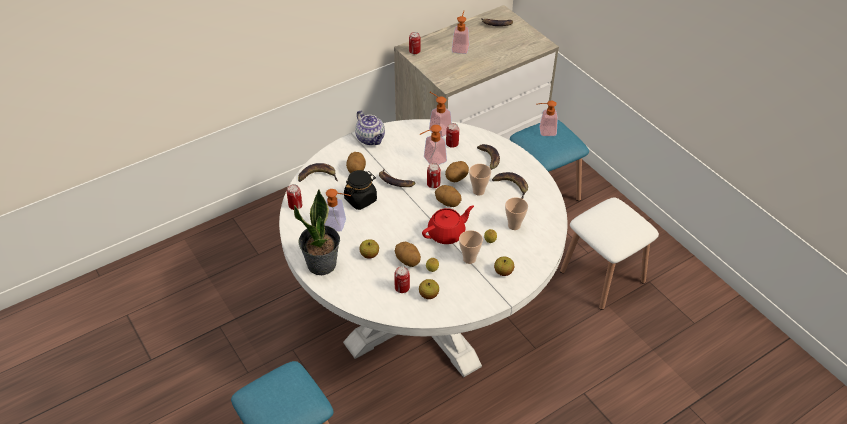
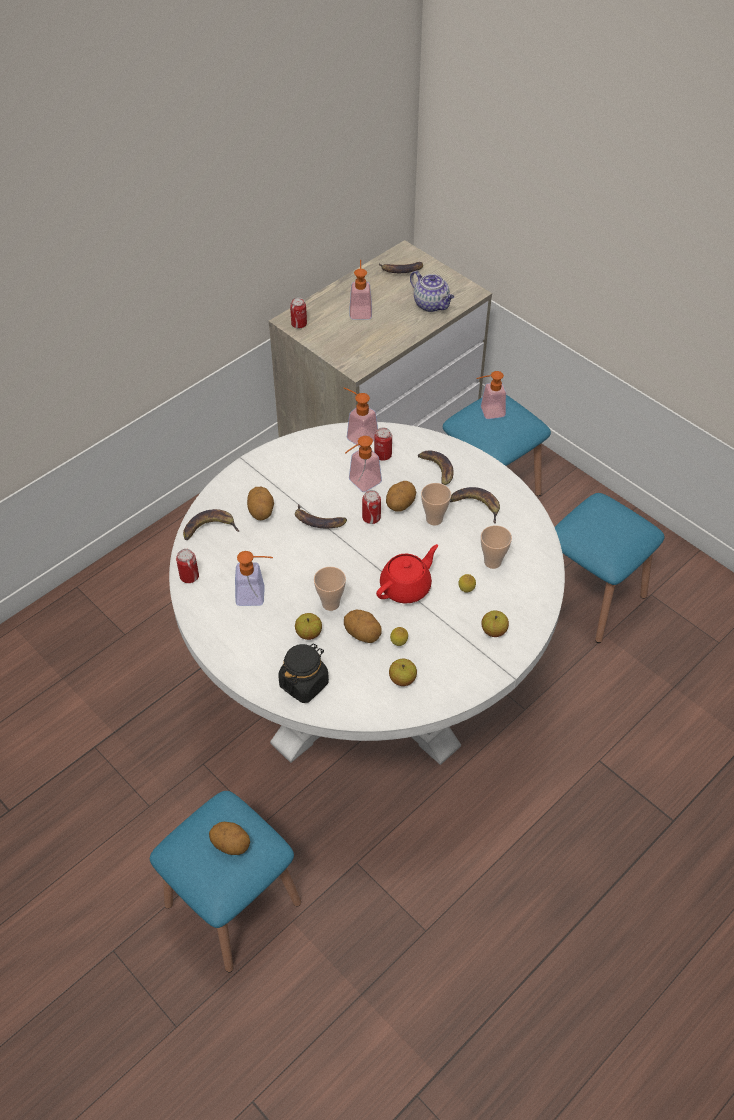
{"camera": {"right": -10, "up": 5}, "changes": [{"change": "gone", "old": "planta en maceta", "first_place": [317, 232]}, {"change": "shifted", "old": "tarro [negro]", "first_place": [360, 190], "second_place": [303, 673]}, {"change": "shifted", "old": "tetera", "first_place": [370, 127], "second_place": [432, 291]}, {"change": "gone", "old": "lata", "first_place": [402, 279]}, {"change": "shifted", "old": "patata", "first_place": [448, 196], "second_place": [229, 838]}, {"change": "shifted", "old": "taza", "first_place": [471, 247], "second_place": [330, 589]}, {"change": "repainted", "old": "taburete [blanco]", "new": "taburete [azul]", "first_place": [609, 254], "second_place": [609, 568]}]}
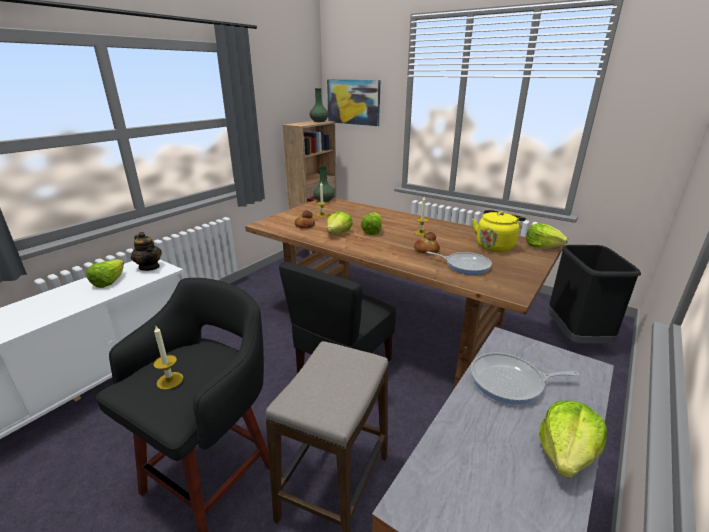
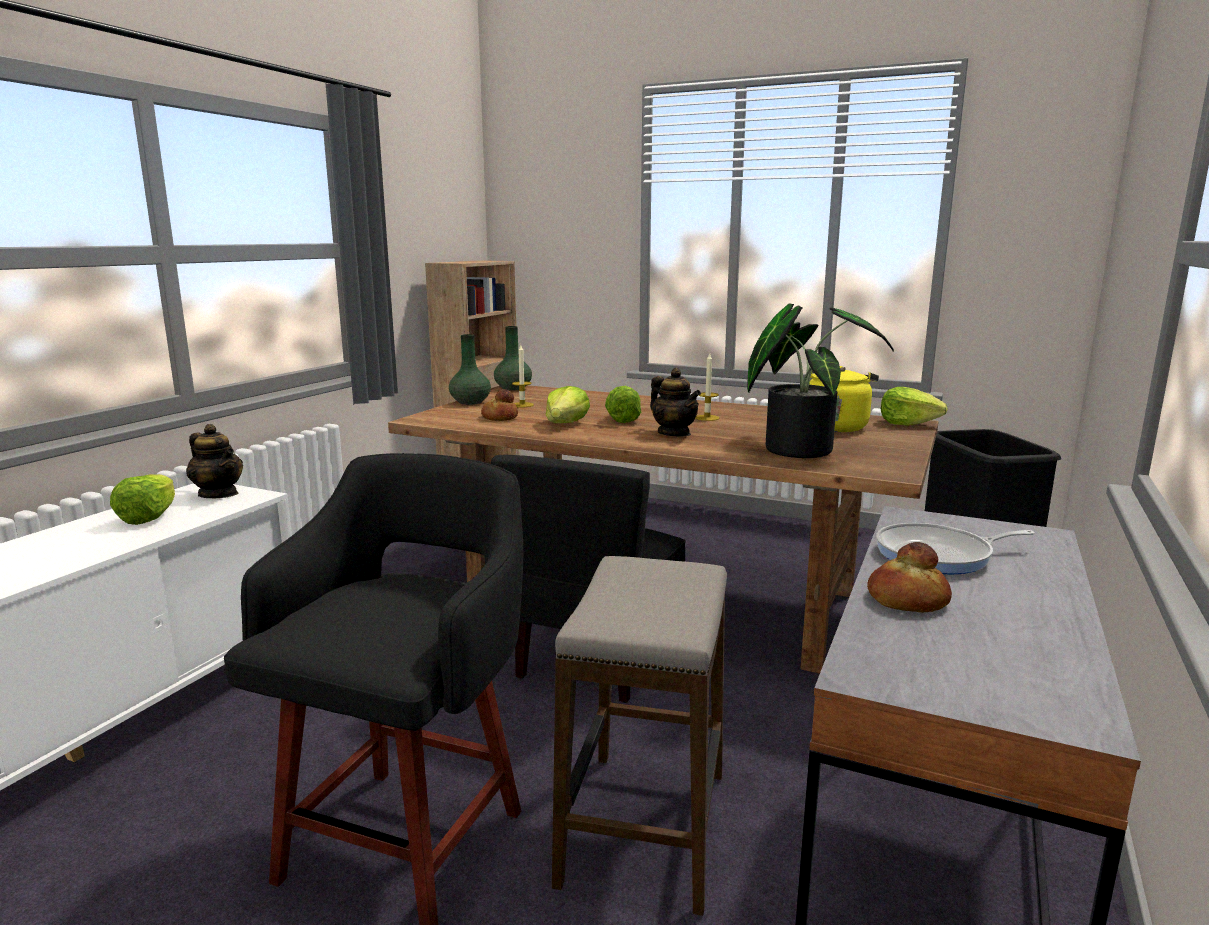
{"camera": {"right": -10, "up": -10}, "changes": [{"change": "gone", "old": "vela", "first_place": [168, 358]}, {"change": "shifted", "old": "florero [verde]", "first_place": [319, 105], "second_place": [470, 369]}, {"change": "gone", "old": "cuadro", "first_place": [353, 103]}, {"change": "shifted", "old": "pan", "first_place": [427, 243], "second_place": [909, 577]}, {"change": "swapped", "old": "sartén", "new": "planta en maceta", "first_place": [459, 263], "second_place": [820, 380]}, {"change": "gone", "old": "lechuga", "first_place": [573, 438]}, {"change": "new", "new": "tetera", "second_place": [675, 402]}]}
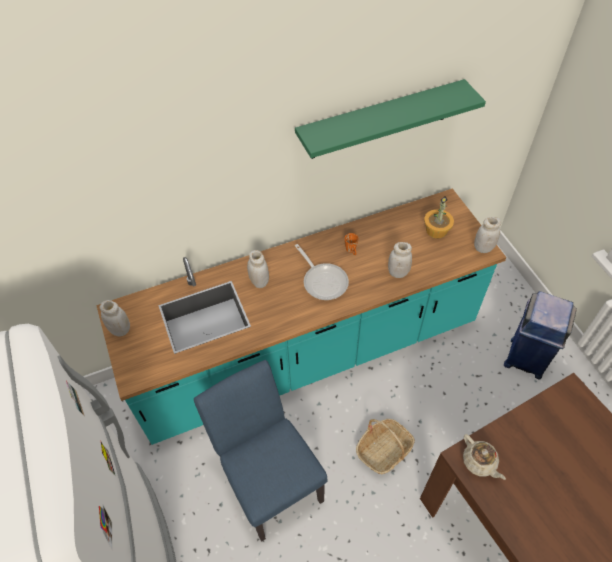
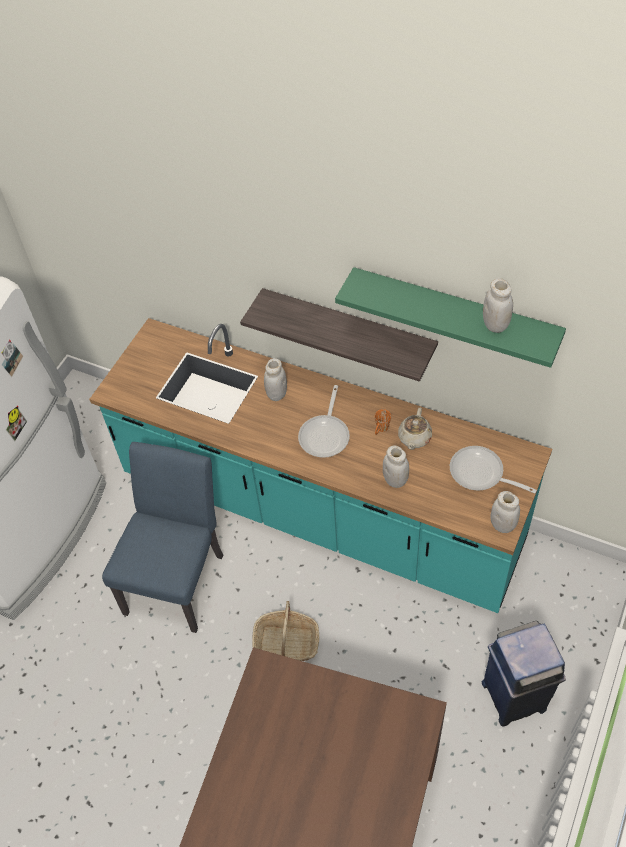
{"camera": {"right": 50, "up": 0}, "changes": [{"change": "shifted", "old": "tarro [blanco]", "first_place": [115, 318], "second_place": [498, 305]}, {"change": "swapped", "old": "planta en maceta", "new": "sartén", "first_place": [439, 217], "second_place": [493, 469]}, {"change": "shifted", "old": "tetera [beis]", "first_place": [484, 457], "second_place": [415, 429]}, {"change": "new", "new": "estante", "second_place": [339, 335]}]}
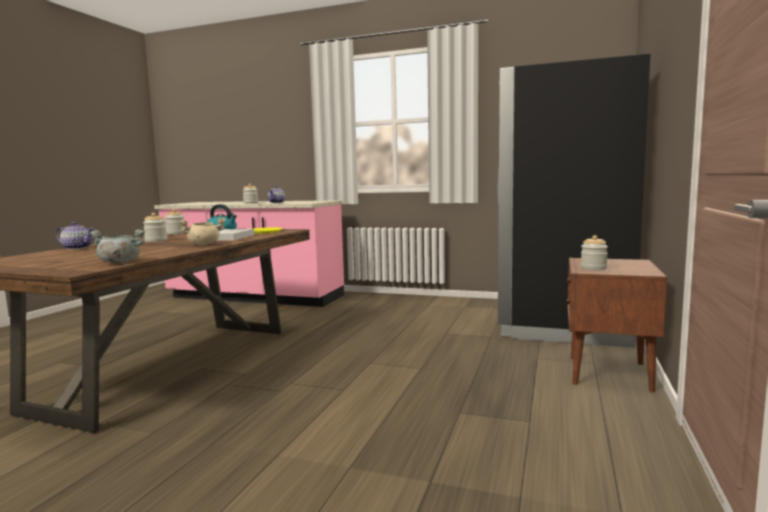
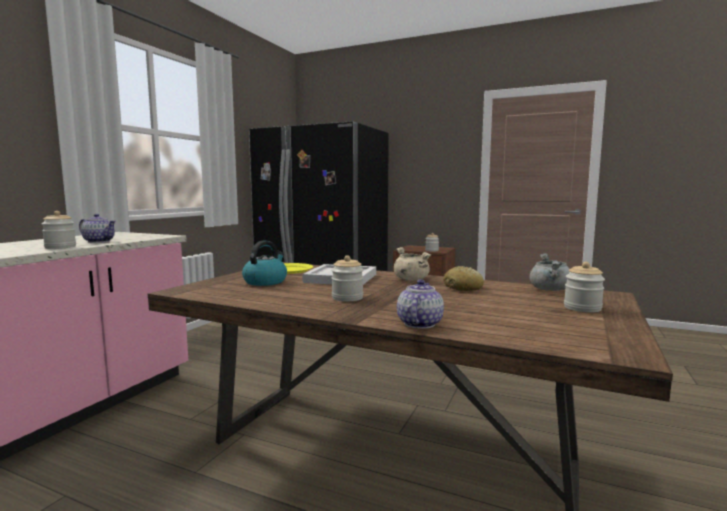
{"camera": {"right": -85, "up": 0}, "changes": [{"change": "shifted", "old": "tarro", "first_place": [174, 222], "second_place": [584, 287]}, {"change": "new", "new": "pan", "second_place": [463, 278]}]}
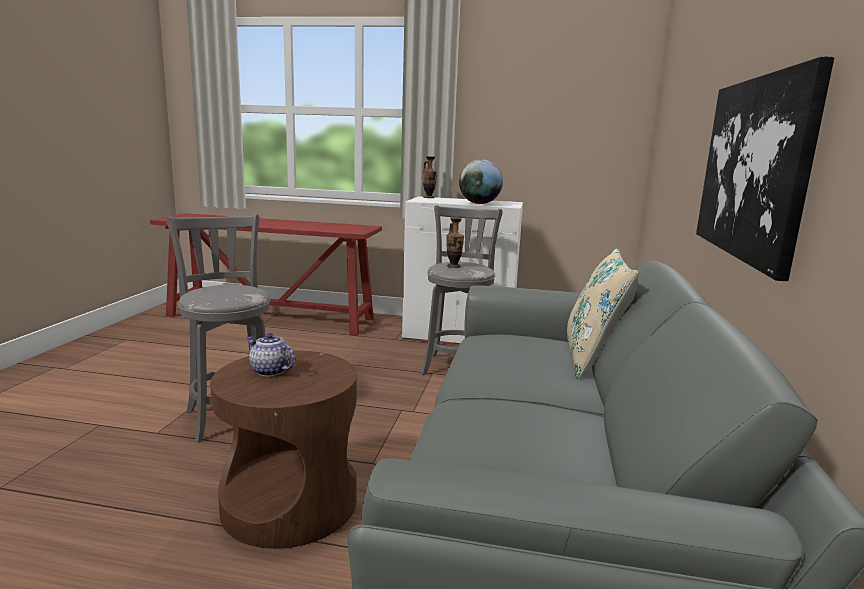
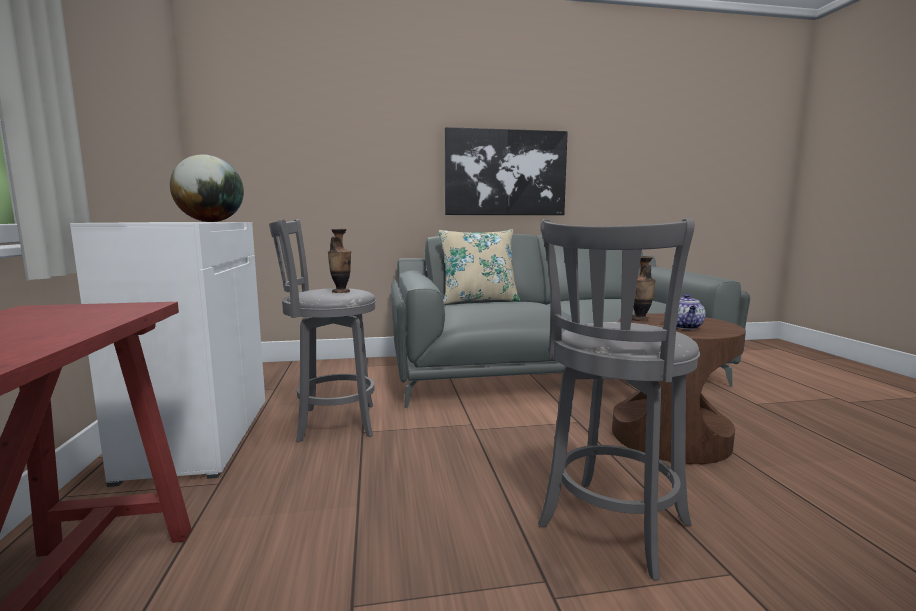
{"camera": {"right": -110, "up": -5}, "changes": [{"change": "shifted", "old": "florero", "first_place": [430, 177], "second_place": [643, 288]}]}
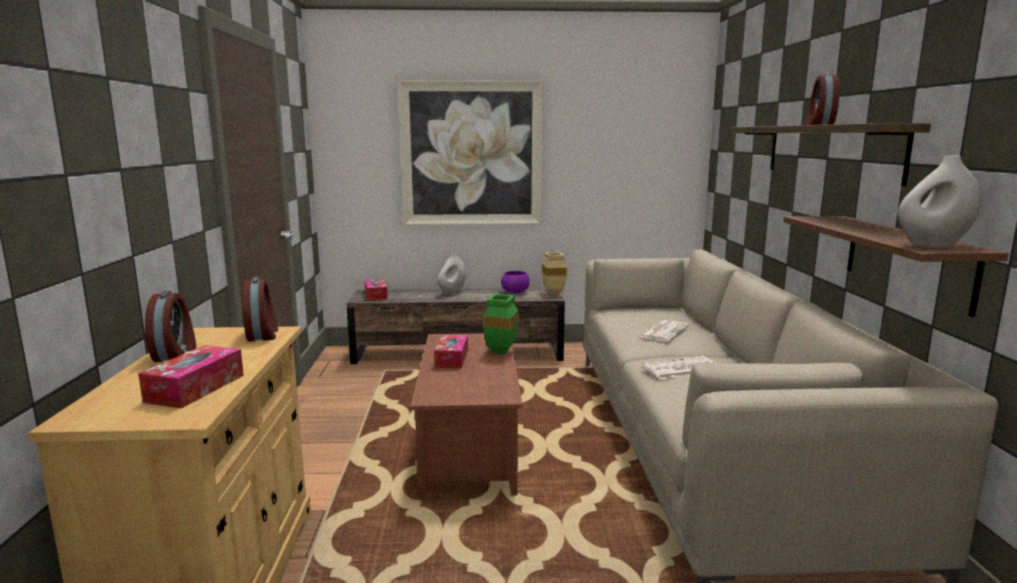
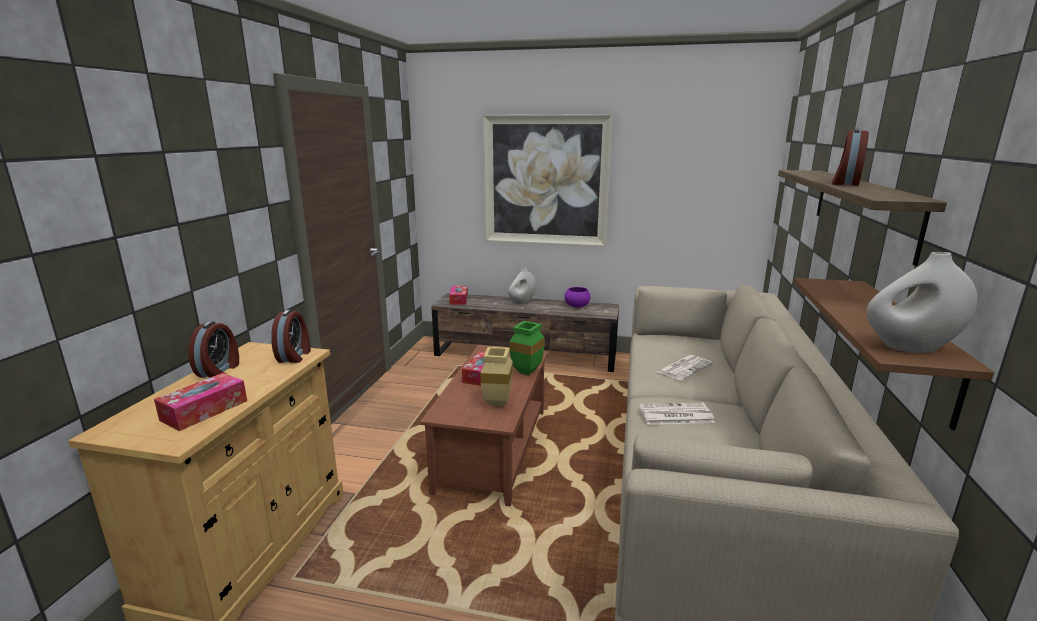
{"camera": {"right": 15, "up": 5}, "changes": [{"change": "shifted", "old": "florero [beis]", "first_place": [554, 274], "second_place": [496, 377]}]}
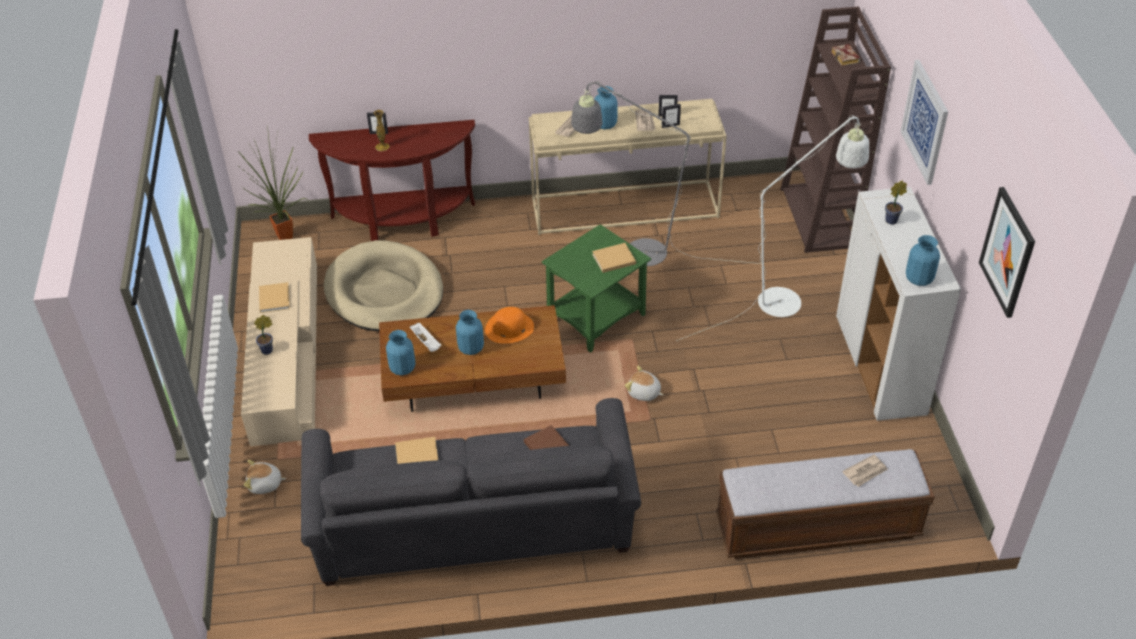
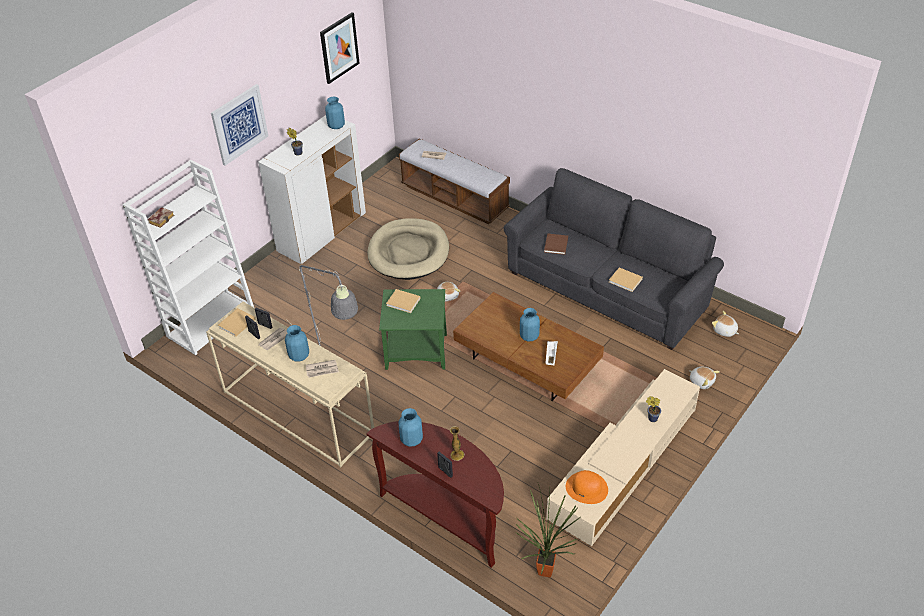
{"camera": {"right": -135, "up": 0}, "changes": [{"change": "shifted", "old": "libro [beis]", "first_place": [274, 297], "second_place": [237, 322]}, {"change": "shifted", "old": "cama para perro [beis]", "first_place": [383, 285], "second_place": [408, 249]}, {"change": "shifted", "old": "florero [azul]", "first_place": [400, 353], "second_place": [411, 427]}, {"change": "shifted", "old": "sombrero [naranja]", "first_place": [509, 325], "second_place": [587, 487]}, {"change": "gone", "old": "lámpara de pie [blanco]", "first_place": [772, 228]}, {"change": "repainted", "old": "estantería [marrón]", "new": "estantería [blanco]", "first_place": [836, 130], "second_place": [188, 257]}, {"change": "new", "new": "peluche", "second_place": [725, 324]}]}
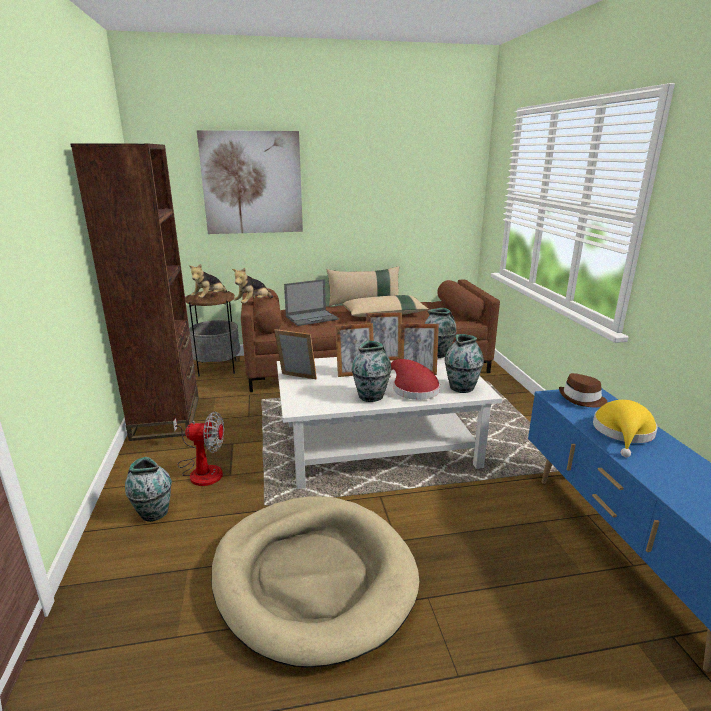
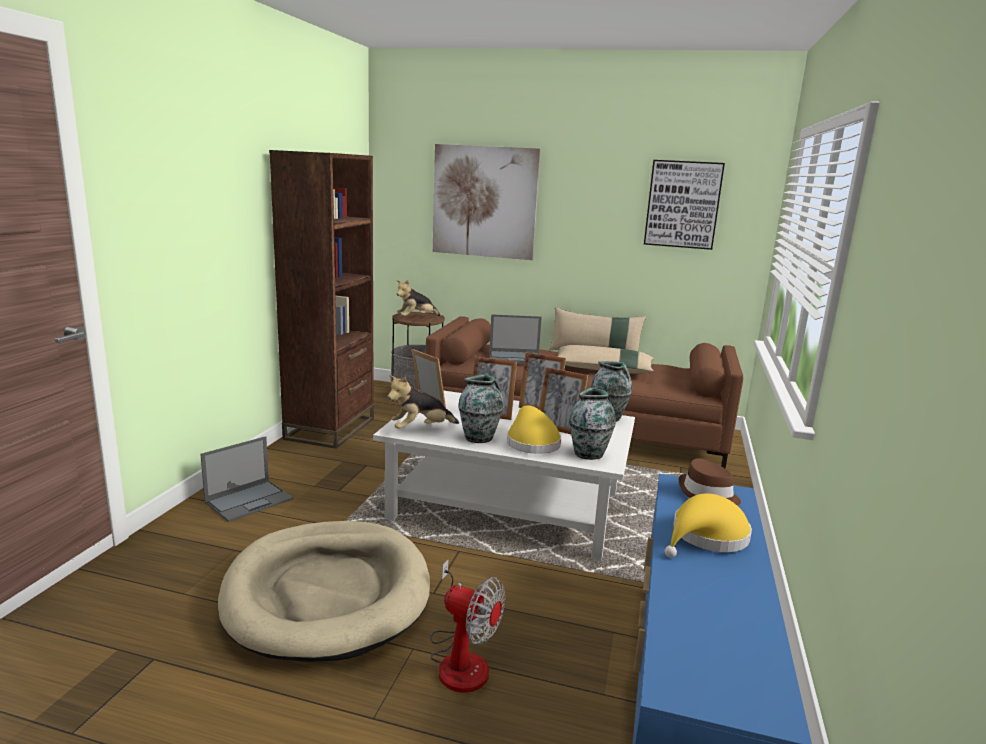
{"camera": {"right": 25, "up": -5}, "changes": [{"change": "swapped", "old": "florero", "new": "portátil", "first_place": [148, 489], "second_place": [246, 479]}, {"change": "shifted", "old": "ventilador", "first_place": [198, 448], "second_place": [467, 625]}, {"change": "shifted", "old": "peluche", "first_place": [252, 286], "second_place": [423, 402]}, {"change": "repainted", "old": "sombrero [rojo]", "new": "sombrero [amarillo]", "first_place": [414, 379], "second_place": [534, 430]}, {"change": "new", "new": "cuadro", "second_place": [684, 205]}]}
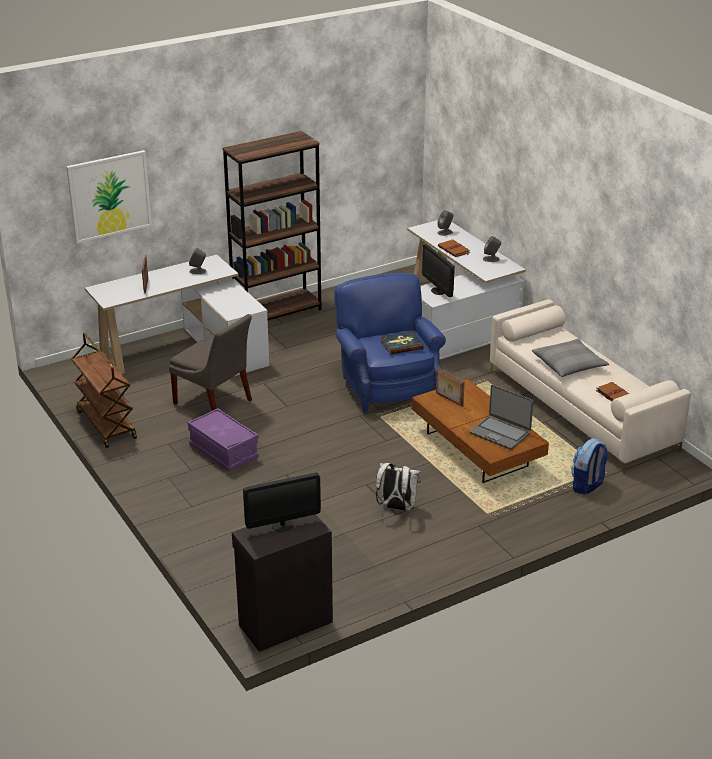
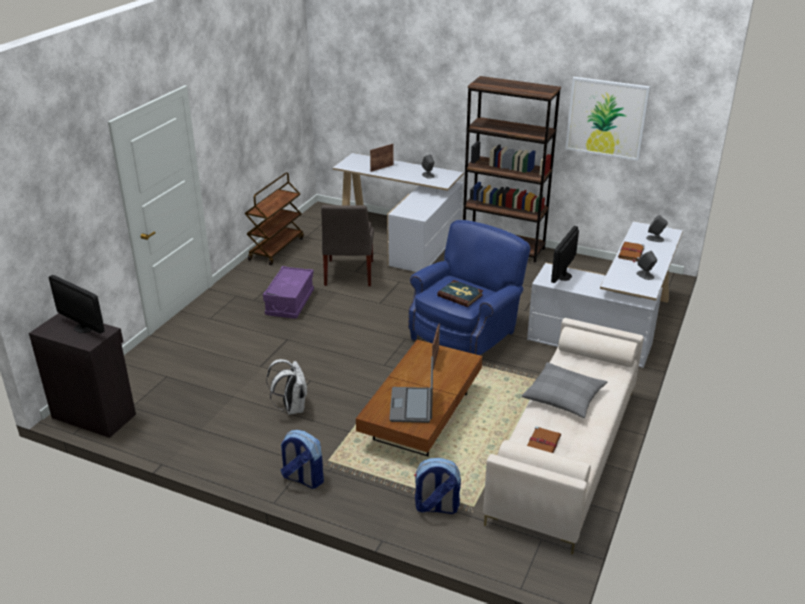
{"camera": {"right": 55, "up": 0}, "changes": [{"change": "shifted", "old": "cuadro", "first_place": [109, 196], "second_place": [607, 119]}, {"change": "new", "new": "mochila", "second_place": [302, 459]}]}
